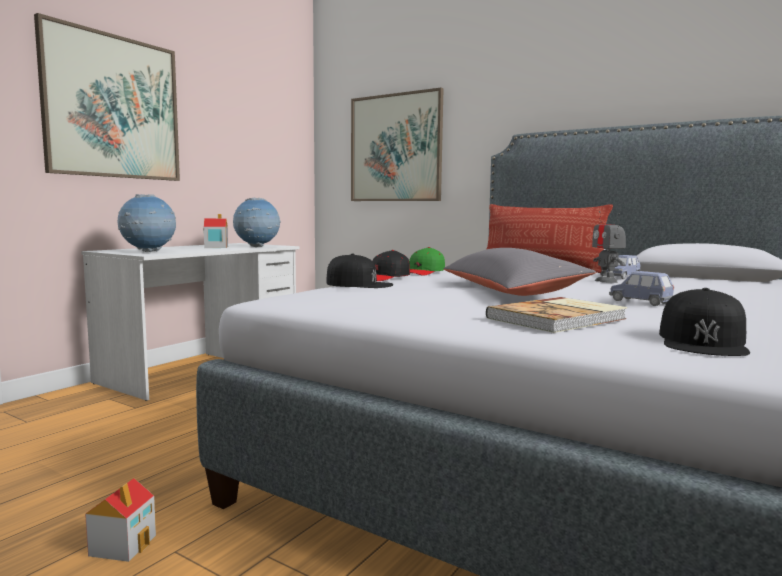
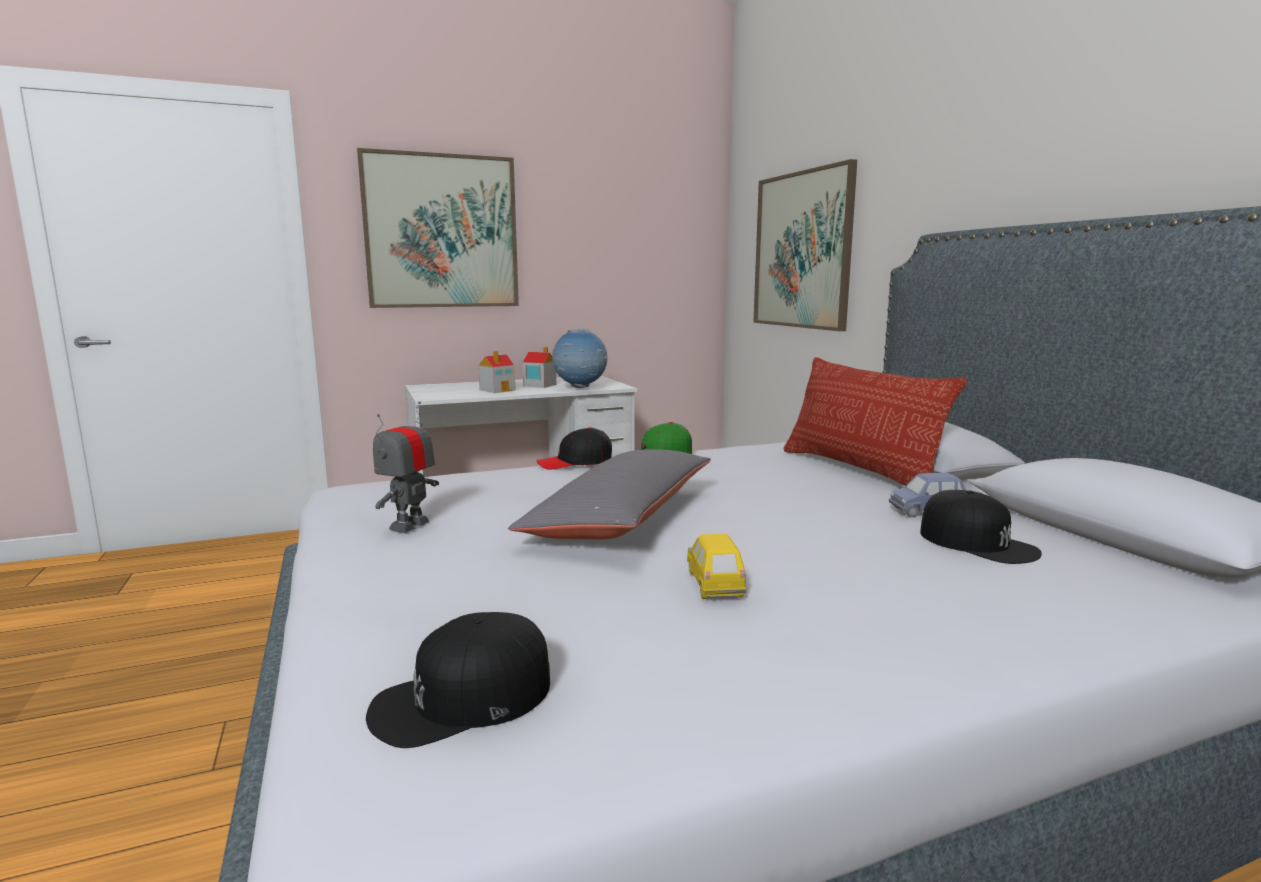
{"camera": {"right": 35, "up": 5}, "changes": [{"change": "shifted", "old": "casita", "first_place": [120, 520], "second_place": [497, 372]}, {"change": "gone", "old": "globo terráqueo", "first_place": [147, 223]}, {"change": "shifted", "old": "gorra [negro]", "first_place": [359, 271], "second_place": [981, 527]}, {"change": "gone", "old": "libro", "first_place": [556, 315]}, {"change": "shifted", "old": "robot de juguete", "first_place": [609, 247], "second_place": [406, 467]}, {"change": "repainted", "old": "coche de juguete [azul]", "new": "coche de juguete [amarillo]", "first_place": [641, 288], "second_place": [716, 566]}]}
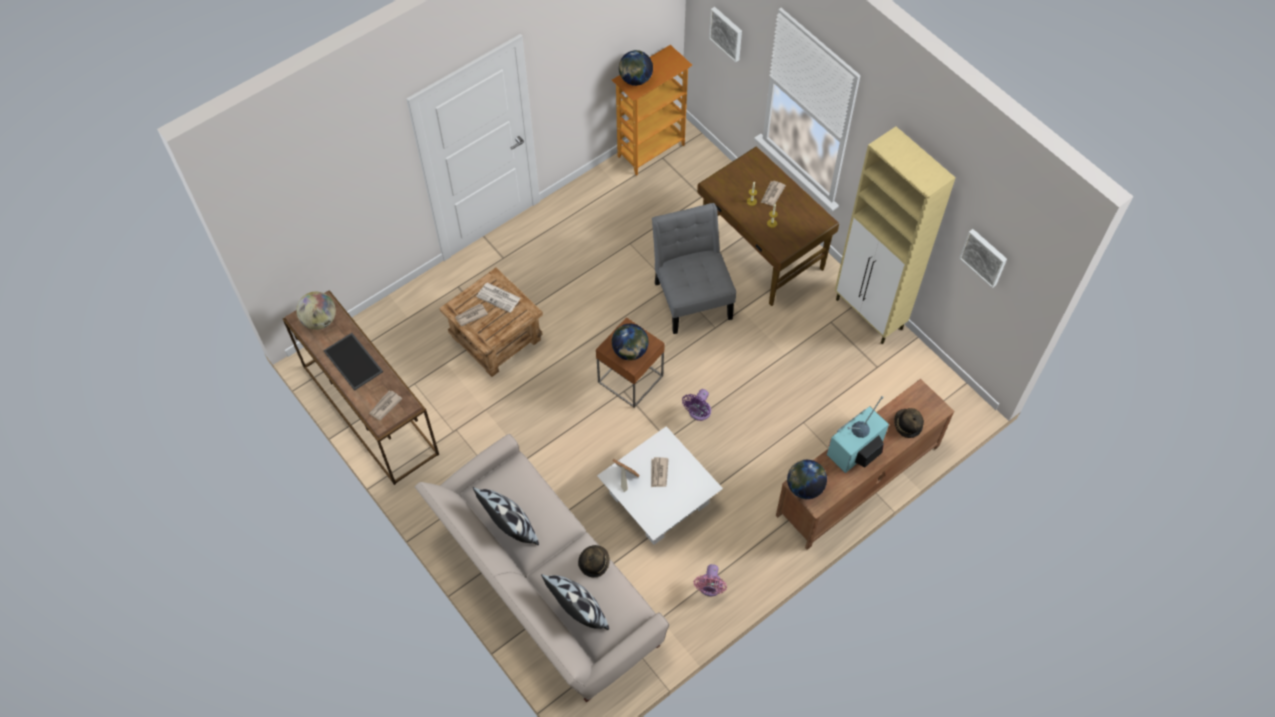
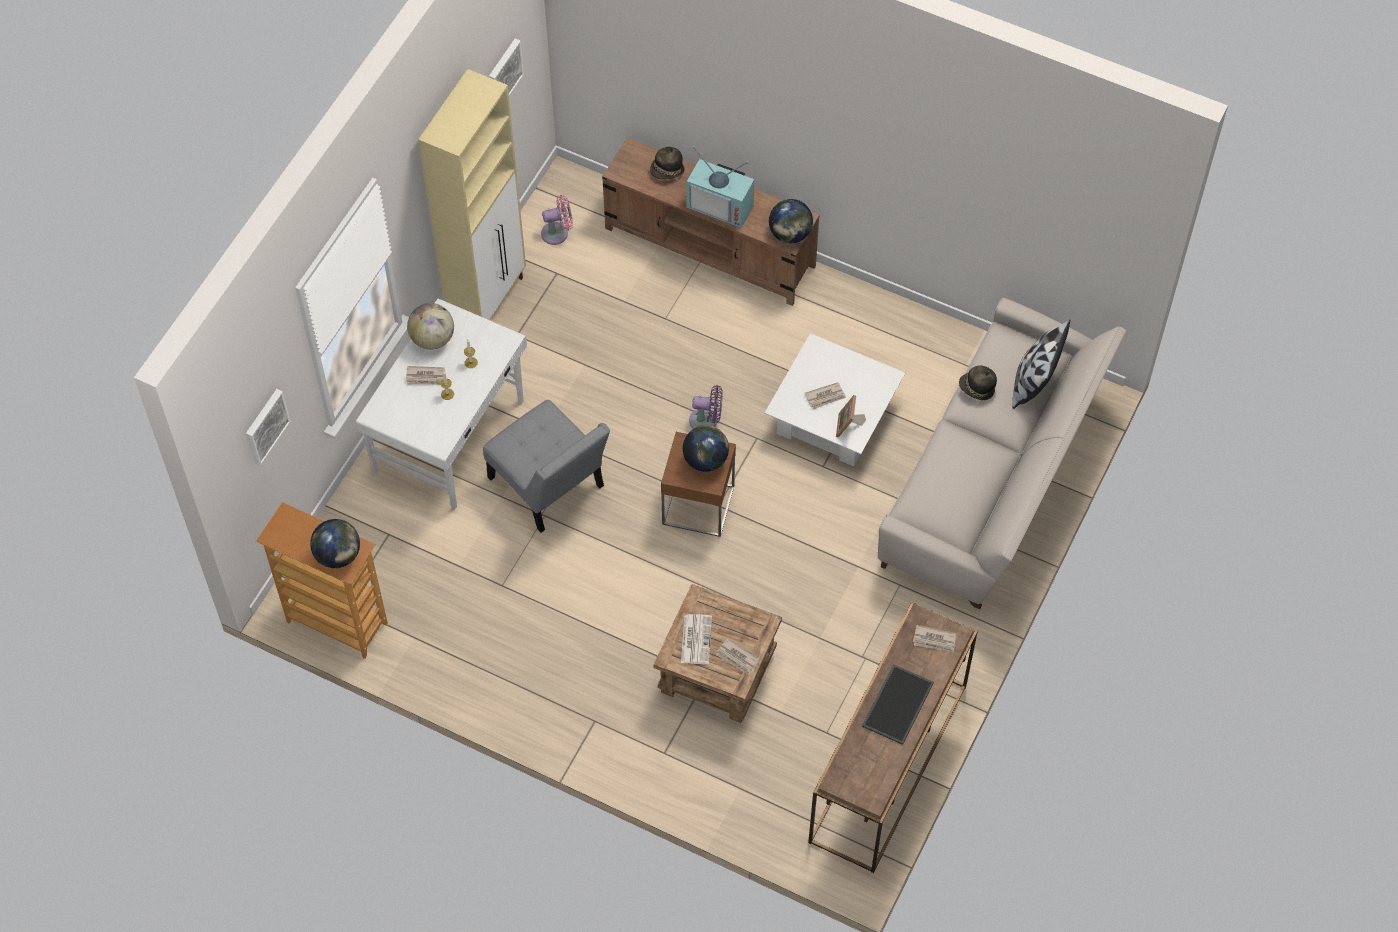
{"camera": {"right": -115, "up": 0}, "changes": [{"change": "shifted", "old": "globo terráqueo", "first_place": [316, 311], "second_place": [430, 326]}, {"change": "gone", "old": "cojín", "first_place": [506, 516]}, {"change": "rotated", "old": "silla [gris]", "first_place": [694, 268], "second_place": [546, 466], "degrees": -90}, {"change": "shifted", "old": "ventilador [rosa]", "first_place": [710, 580], "second_place": [557, 220]}, {"change": "repainted", "old": "escritorio [marrón]", "new": "escritorio [blanco]", "first_place": [768, 226], "second_place": [441, 404]}]}
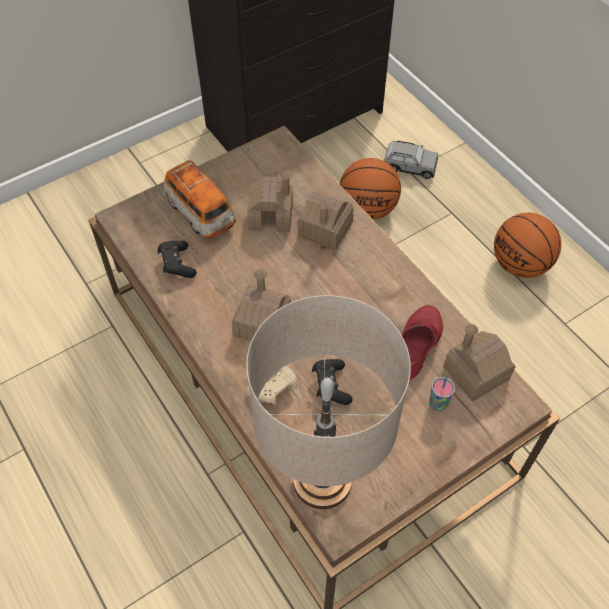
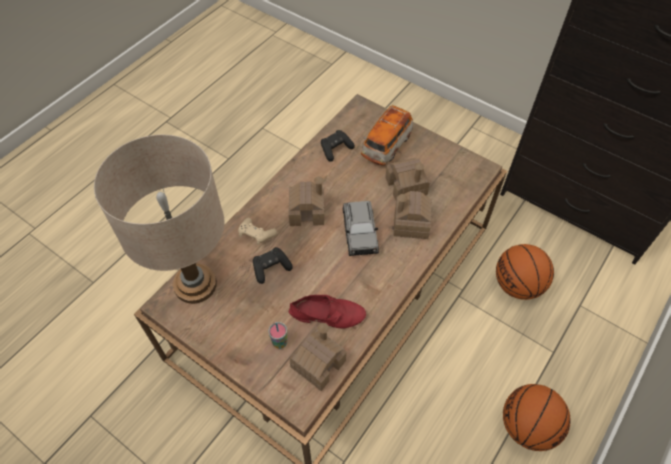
{"camera": {"right": 70, "up": 0}, "changes": [{"change": "shifted", "old": "coche de juguete [gris]", "first_place": [411, 160], "second_place": [360, 228]}]}
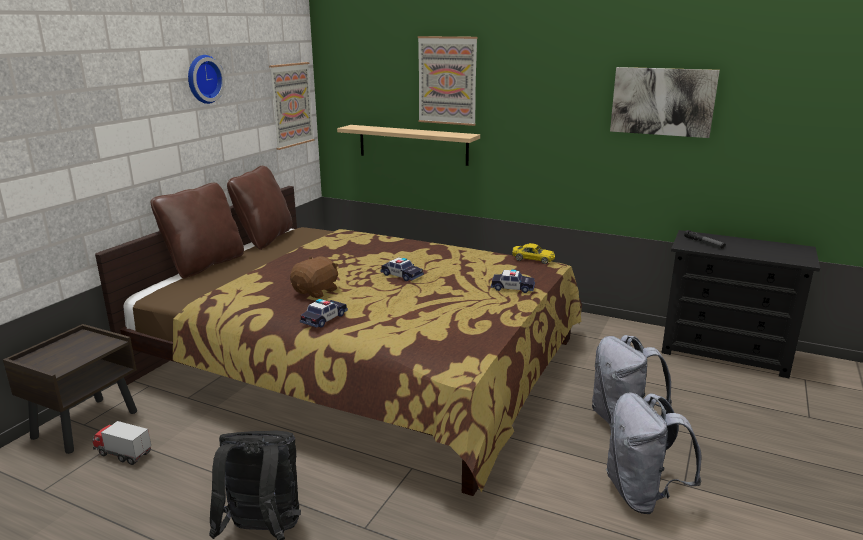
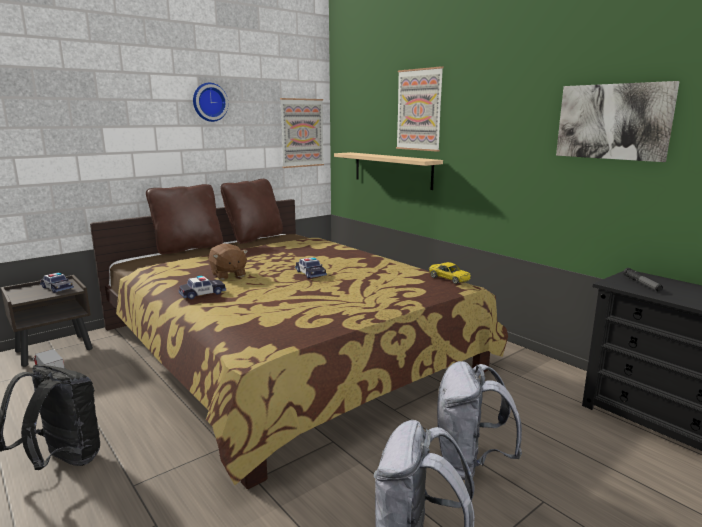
{"camera": {"right": 25, "up": -5}, "changes": [{"change": "rotated", "old": "peluche [marrón]", "first_place": [314, 277], "second_place": [228, 261], "degrees": 90}, {"change": "shifted", "old": "coche de juguete", "first_place": [513, 281], "second_place": [57, 282]}]}
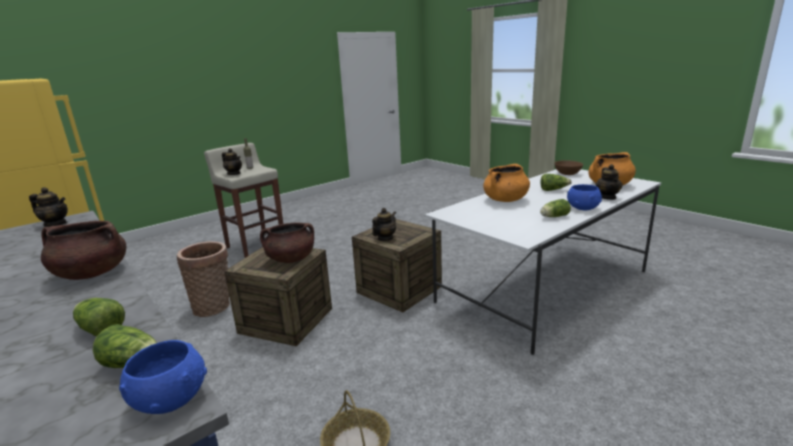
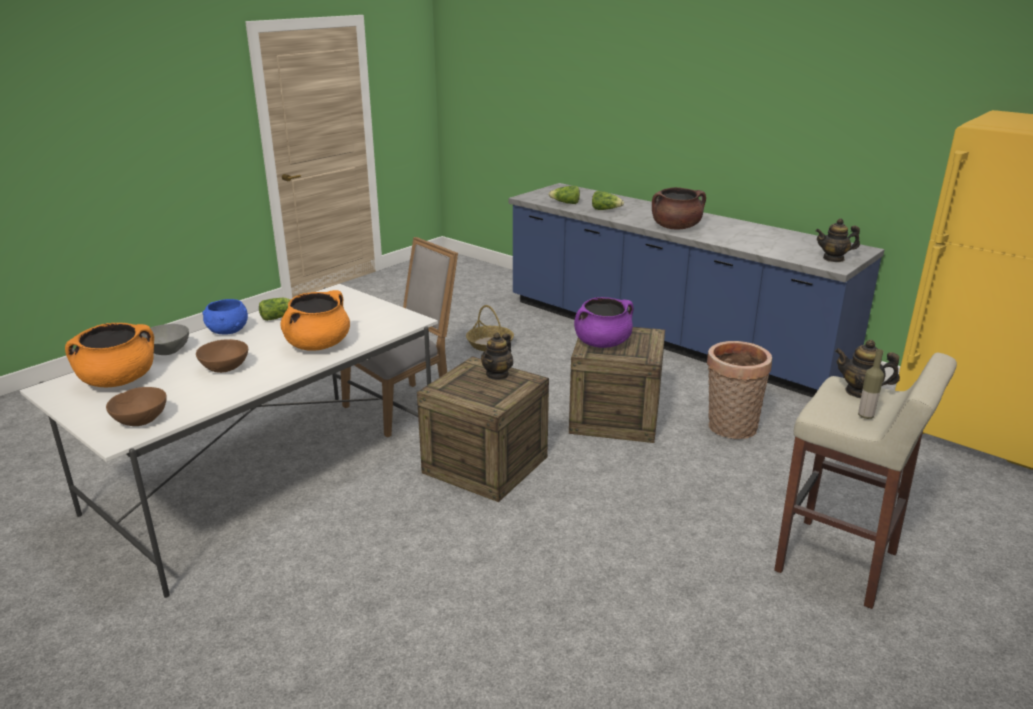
{"camera": {"right": 170, "up": 5}, "changes": [{"change": "gone", "old": "cuenco [azul]", "first_place": [163, 377]}, {"change": "repainted", "old": "olla [marrón]", "new": "olla [morado]", "first_place": [287, 242], "second_place": [604, 322]}, {"change": "swapped", "old": "lechuga", "new": "cuenco [marrón]", "first_place": [556, 182], "second_place": [222, 356]}, {"change": "swapped", "old": "tetera", "new": "cuenco [gris]", "first_place": [609, 182], "second_place": [165, 339]}, {"change": "new", "new": "silla [gris]", "second_place": [399, 337]}]}
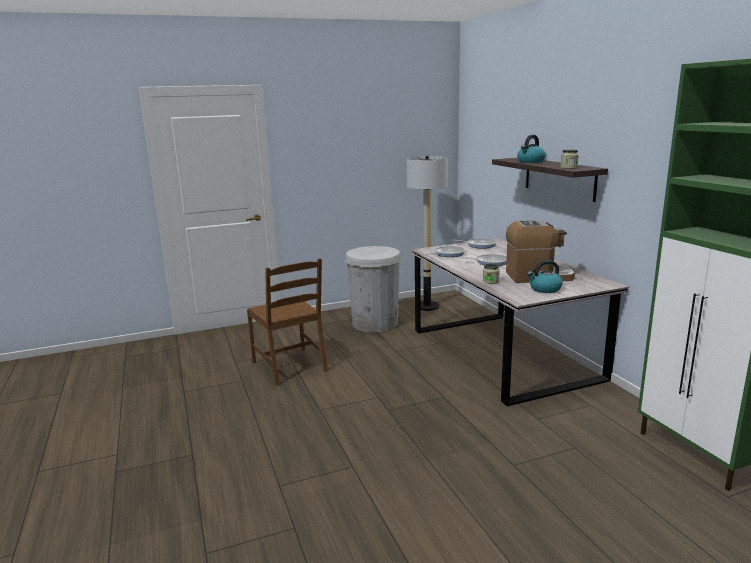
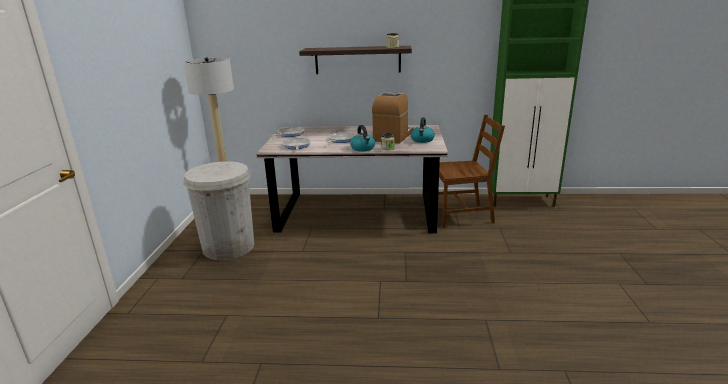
{"camera": {"right": -65, "up": 5}, "changes": [{"change": "shifted", "old": "silla [marrón]", "first_place": [287, 322], "second_place": [471, 171]}, {"change": "shifted", "old": "hervidor", "first_place": [531, 149], "second_place": [362, 138]}]}
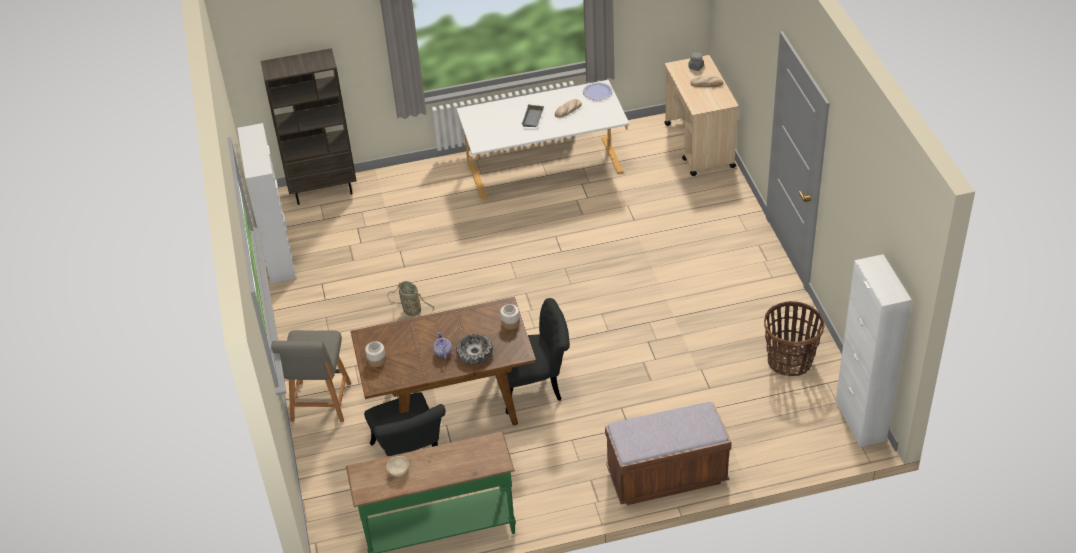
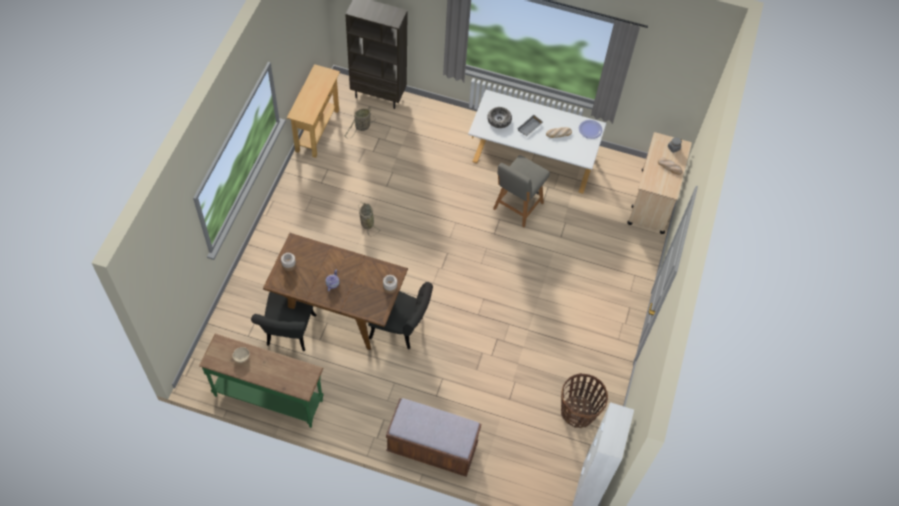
{"camera": {"right": 25, "up": 15}, "changes": [{"change": "swapped", "old": "armario [blanco]", "new": "mesa consola [beis]", "first_place": [266, 203], "second_place": [313, 111]}, {"change": "shifted", "old": "silla [gris]", "first_place": [311, 376], "second_place": [521, 191]}, {"change": "shifted", "old": "cuenco", "first_place": [474, 349], "second_place": [499, 117]}, {"change": "new", "new": "cesta", "second_place": [360, 123]}]}
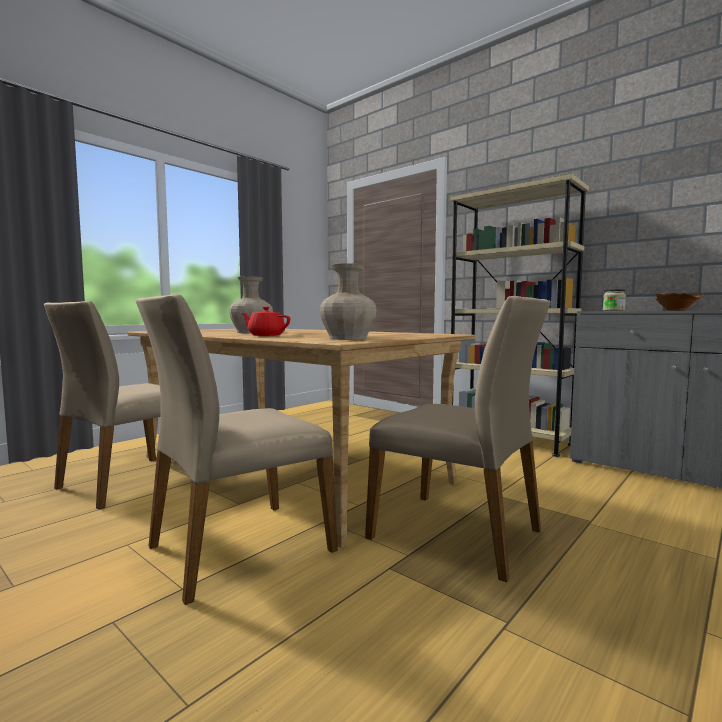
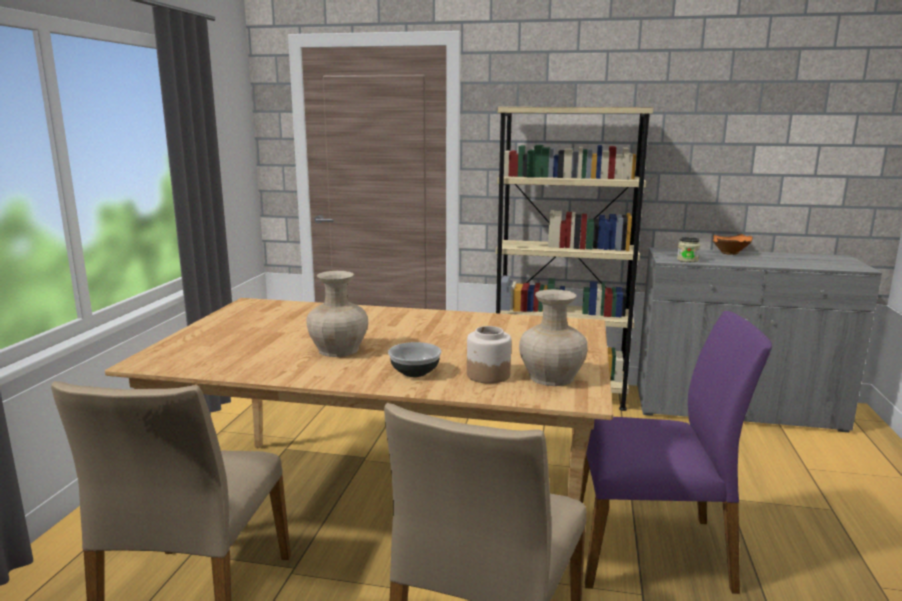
{"camera": {"right": -30, "up": 10}, "changes": [{"change": "swapped", "old": "tetera [rojo]", "new": "cuenco", "first_place": [265, 321], "second_place": [414, 359]}, {"change": "repainted", "old": "silla [beis]", "new": "silla [morado]", "first_place": [458, 439], "second_place": [676, 452]}, {"change": "new", "new": "tarro", "second_place": [489, 355]}]}
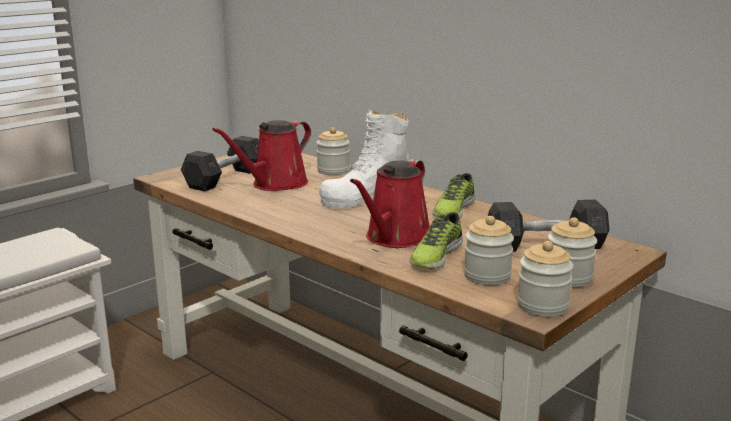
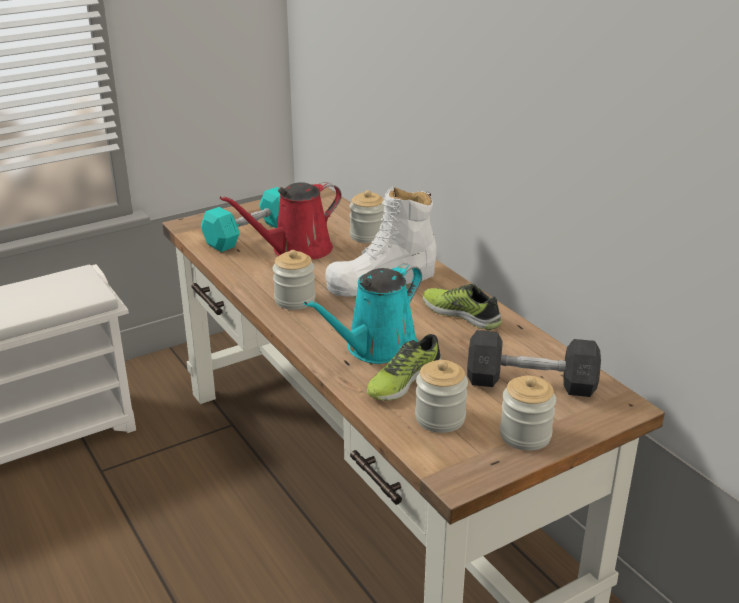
{"camera": {"right": 15, "up": 10}, "changes": [{"change": "repainted", "old": "mancuerna [gris]", "new": "mancuerna [turquesa]", "first_place": [220, 163], "second_place": [240, 219]}, {"change": "repainted", "old": "regadera [rojo]", "new": "regadera [turquesa]", "first_place": [390, 203], "second_place": [363, 314]}, {"change": "rotated", "old": "zapato", "first_place": [453, 195], "second_place": [462, 307], "degrees": 90}, {"change": "shifted", "old": "tarro", "first_place": [545, 279], "second_place": [294, 280]}]}
